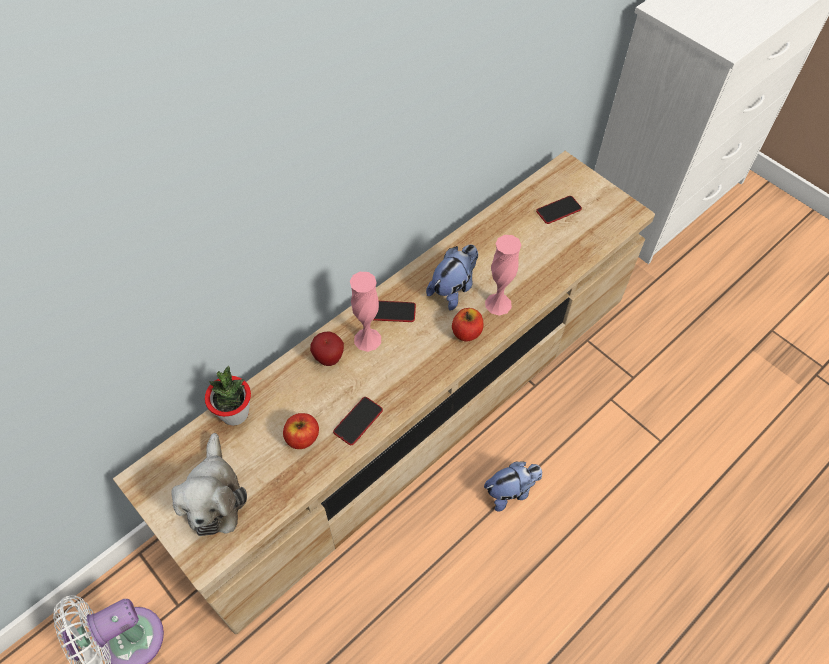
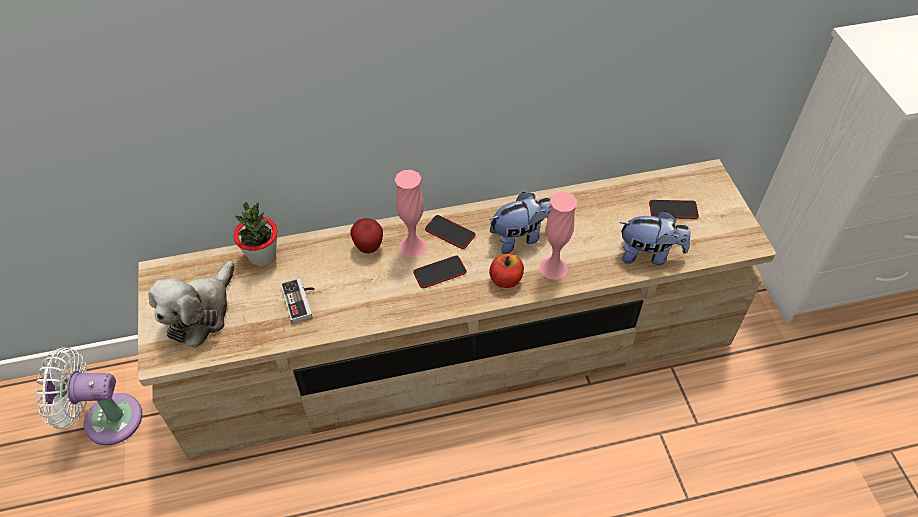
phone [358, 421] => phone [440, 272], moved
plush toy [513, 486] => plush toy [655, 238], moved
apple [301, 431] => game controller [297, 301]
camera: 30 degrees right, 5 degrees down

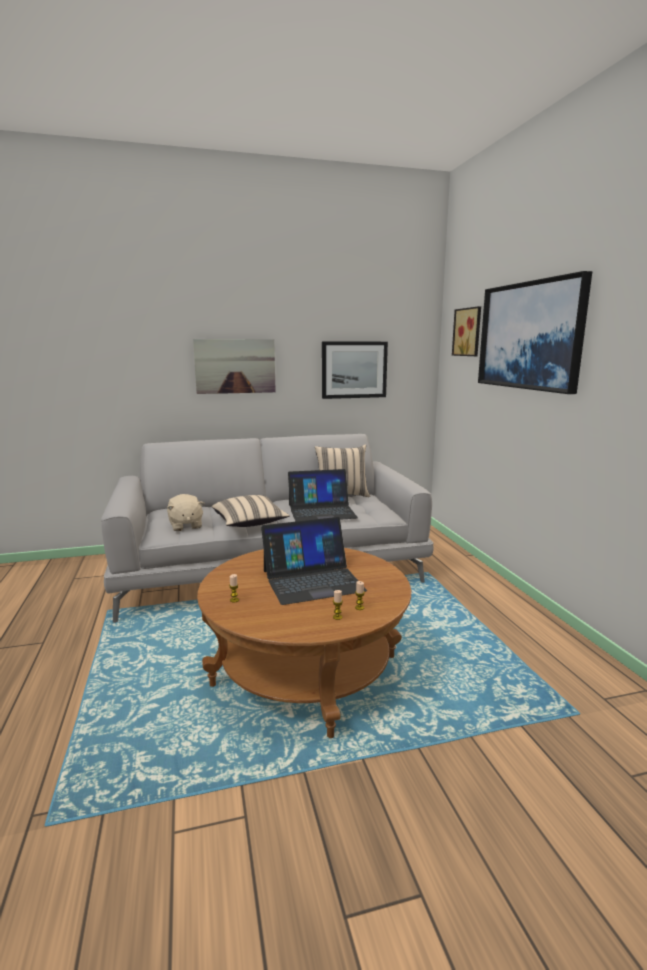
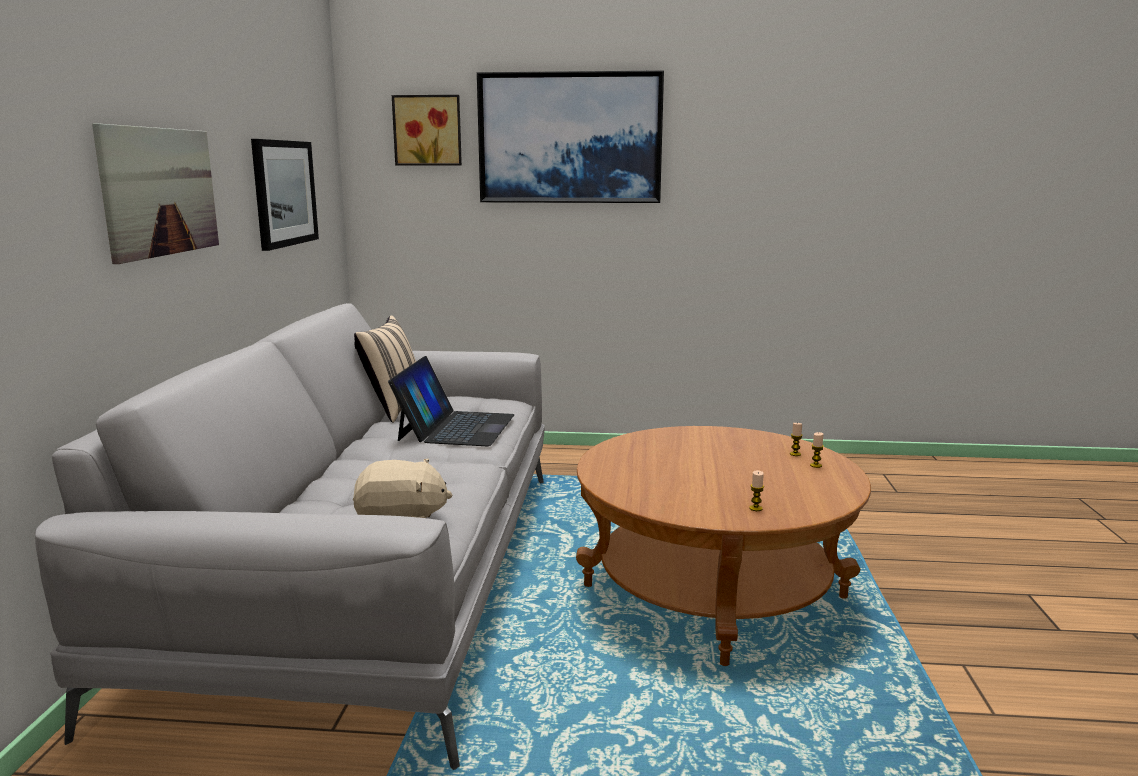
pillow (beige) [251, 511] => nothing
laptop [314, 561] => nothing
camera: 70 degrees left, 0 degrees up

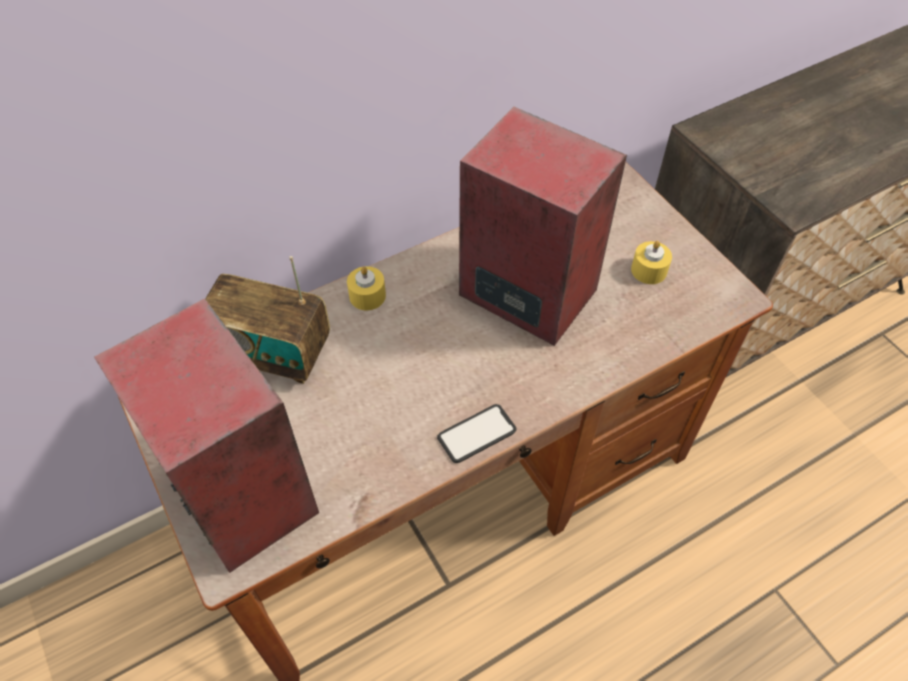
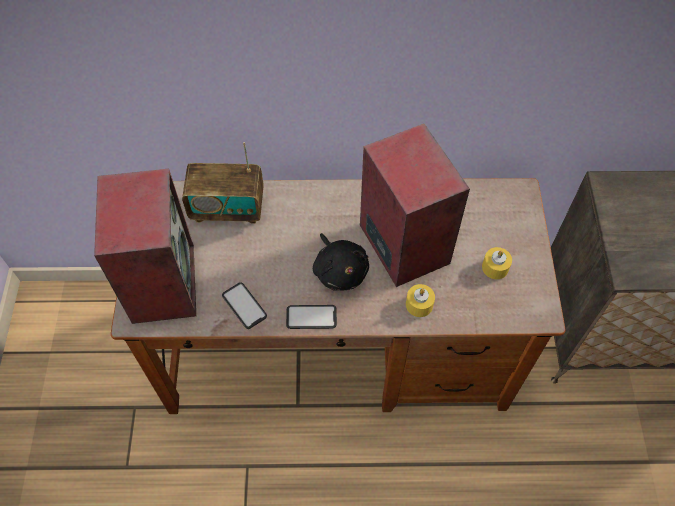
nothing => phone [244, 305]
nothing => plush toy (black) [341, 262]
candle (yellow) [366, 288] => candle (yellow) [420, 300], moved
radio [267, 320] => radio [223, 183], 45 degrees counterclockwise
camera: 30 degrees right, 5 degrees up

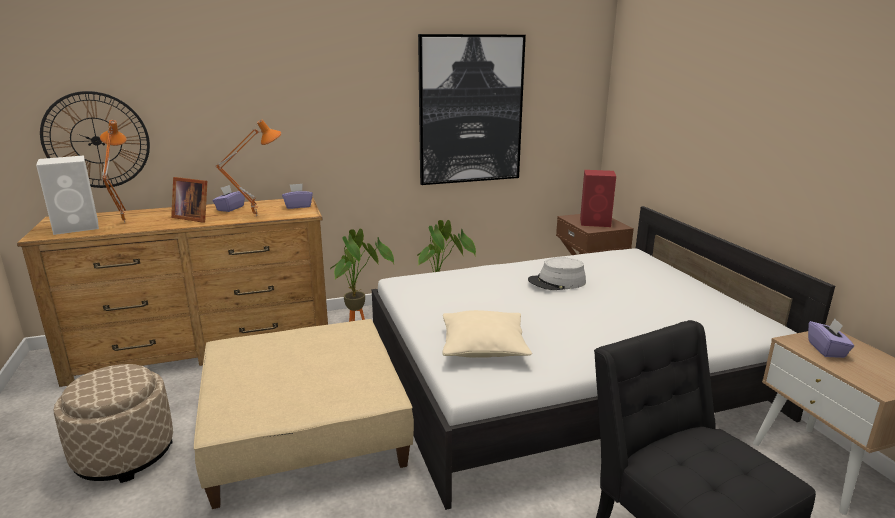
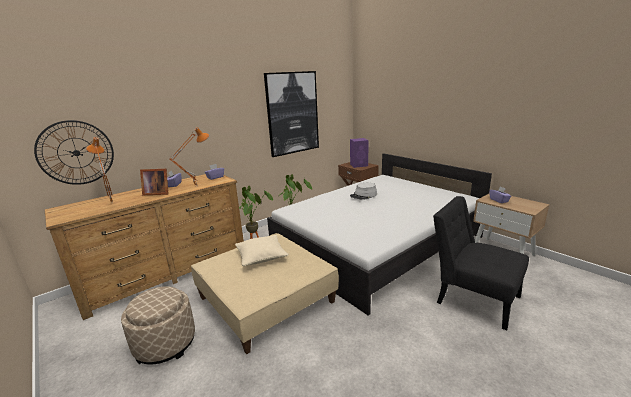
speaker (white) [67, 195] => nothing
pillow (beige) [487, 334] => pillow (beige) [262, 250], moved
speaker (red) [598, 198] => speaker (purple) [359, 153]
camera: 20 degrees left, 0 degrees up

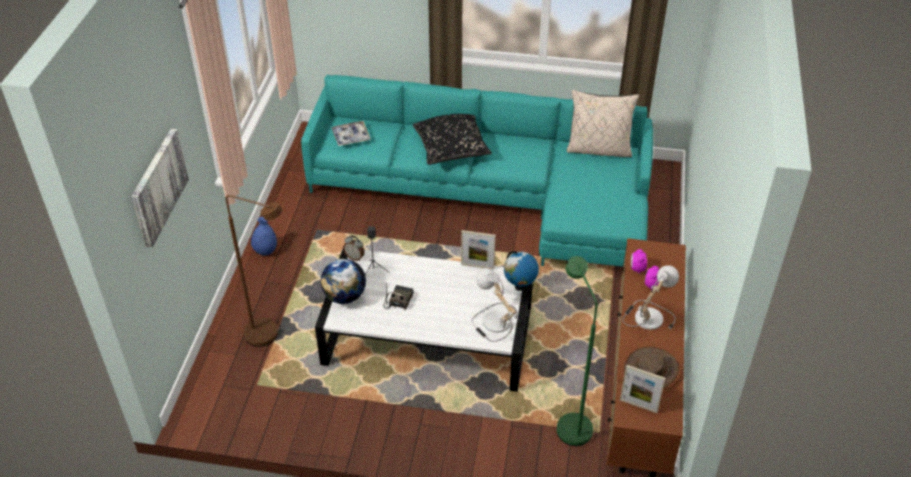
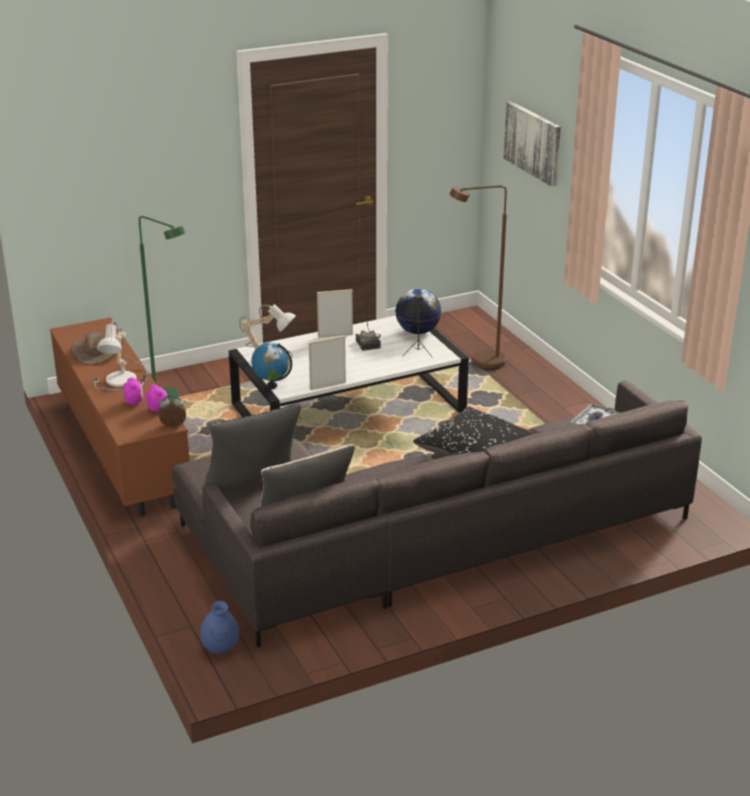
nothing => pillow (black) [252, 445]
vase (blue) [264, 236] => vase (blue) [220, 627], moved
alarm clock [354, 248] => alarm clock [172, 411], moved
picture frame [642, 389] => picture frame [335, 313], moved
sofa (turquoise) [477, 171] => sofa (grey) [437, 514]
camera: 145 degrees right, 15 degrees down

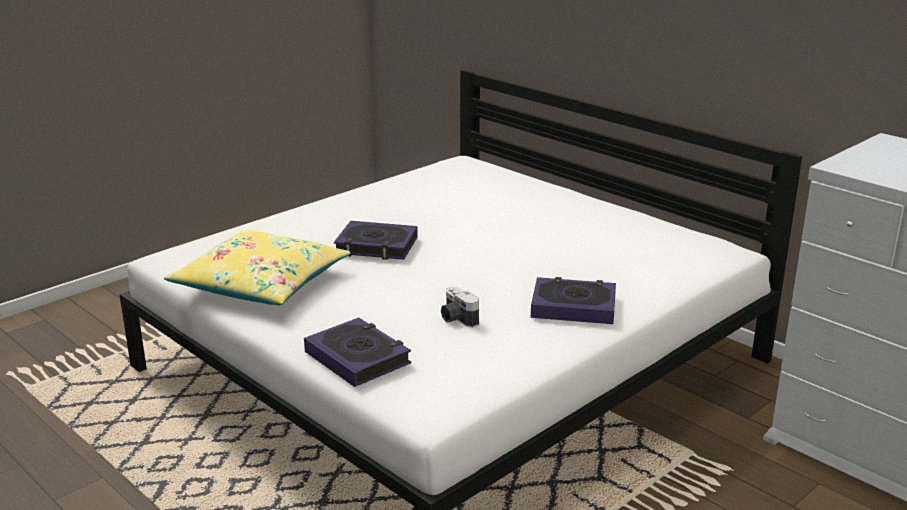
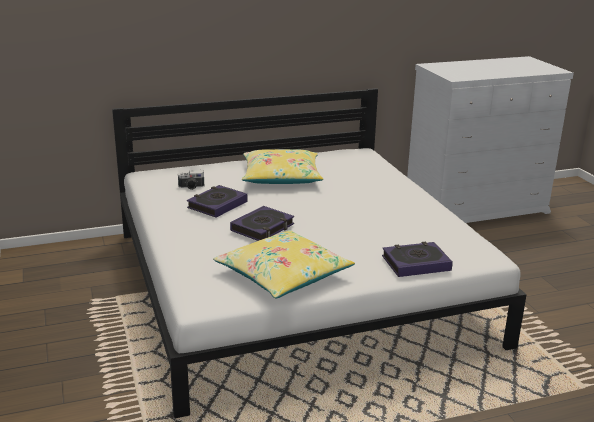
nothing => pillow (yellow) [282, 166]
photo camera [460, 307] => photo camera [191, 180], moved
book [573, 300] => book [217, 201], moved
camera: 65 degrees left, 0 degrees up

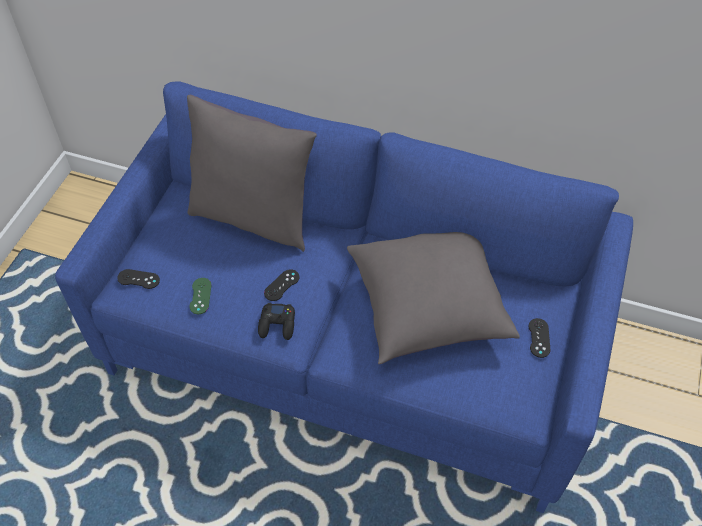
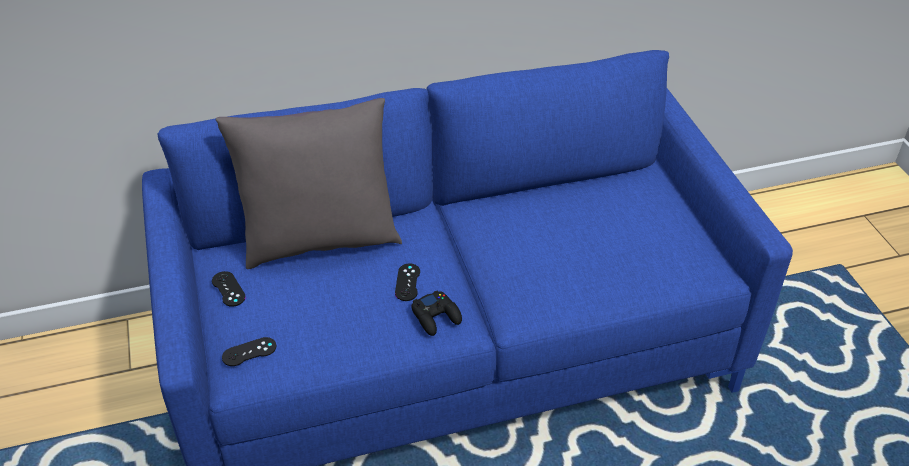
game controller (green) [200, 296] => nothing
pillow (grey) [433, 298] => nothing
game controller (black) [539, 338] => game controller (black) [229, 289], moved
camera: 35 degrees left, 10 degrees down

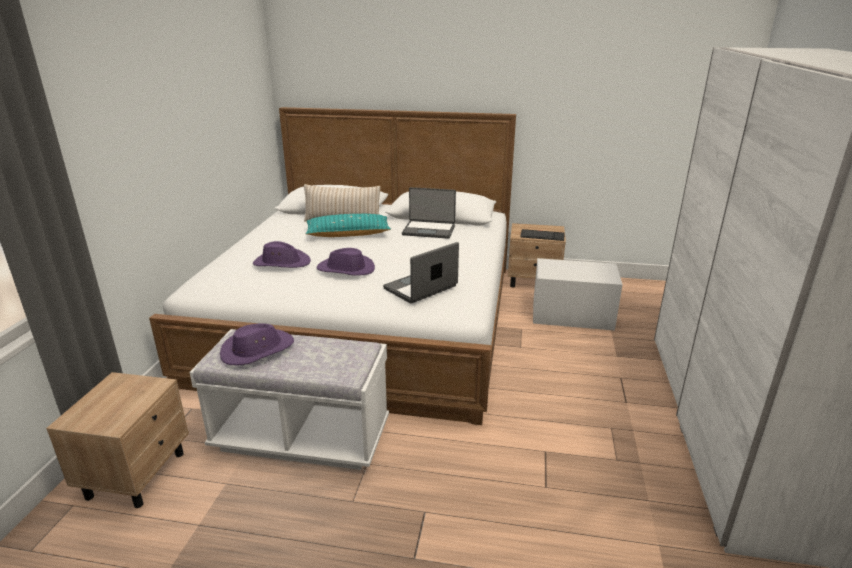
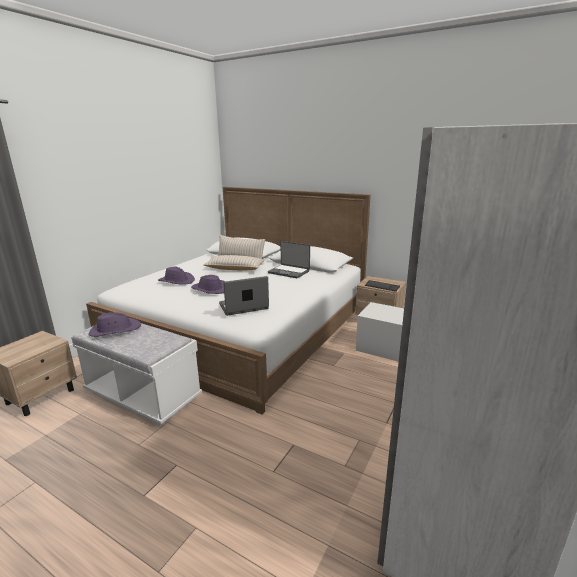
pillow (turquoise) [348, 225] => pillow (beige) [234, 263]
camera: 20 degrees right, 5 degrees down

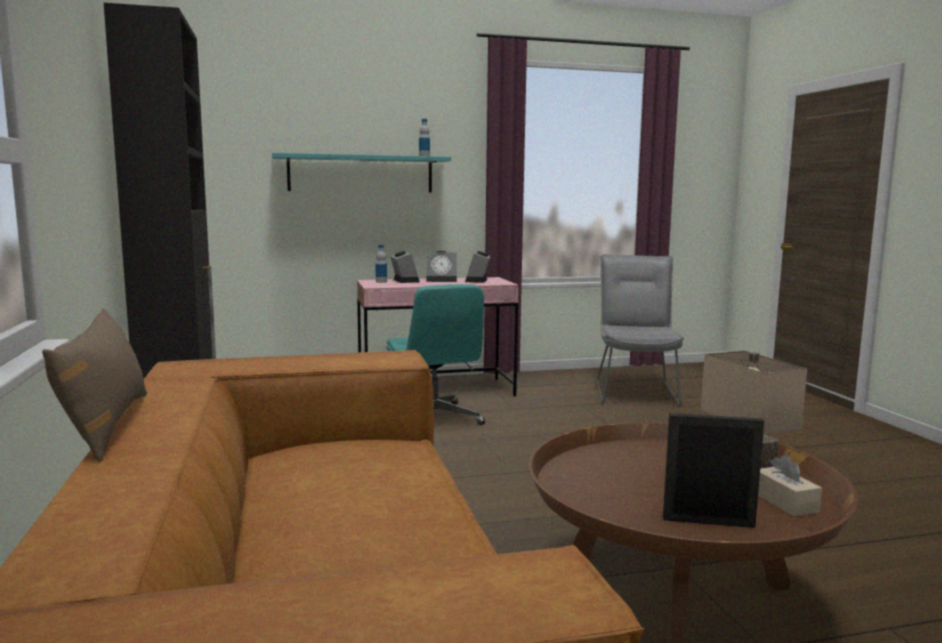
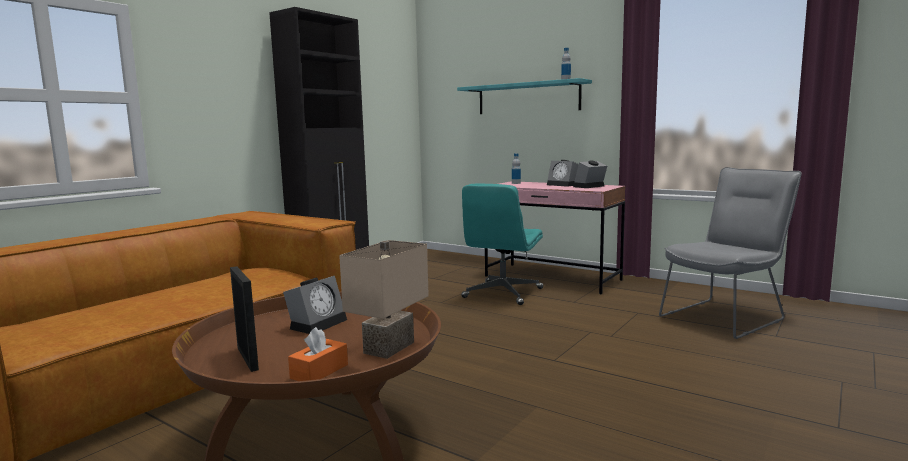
pillow (brown) [94, 385] => nothing
alarm clock [405, 267] => alarm clock [315, 305], moved
tissue box (beige) [790, 485] => tissue box (orange) [318, 354]
camera: 50 degrees right, 0 degrees up

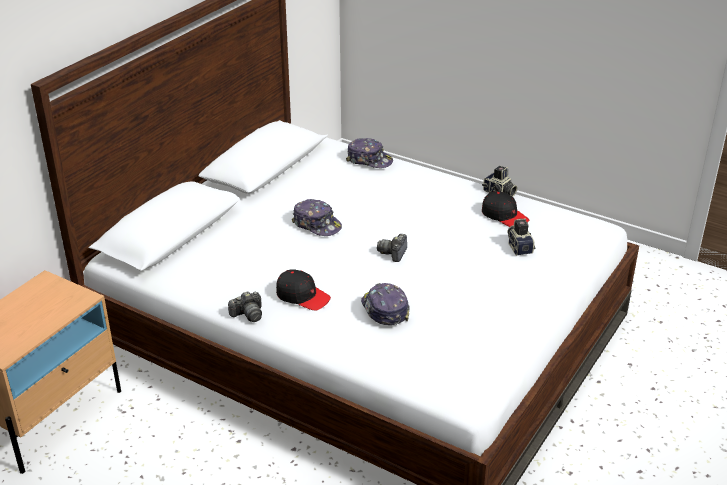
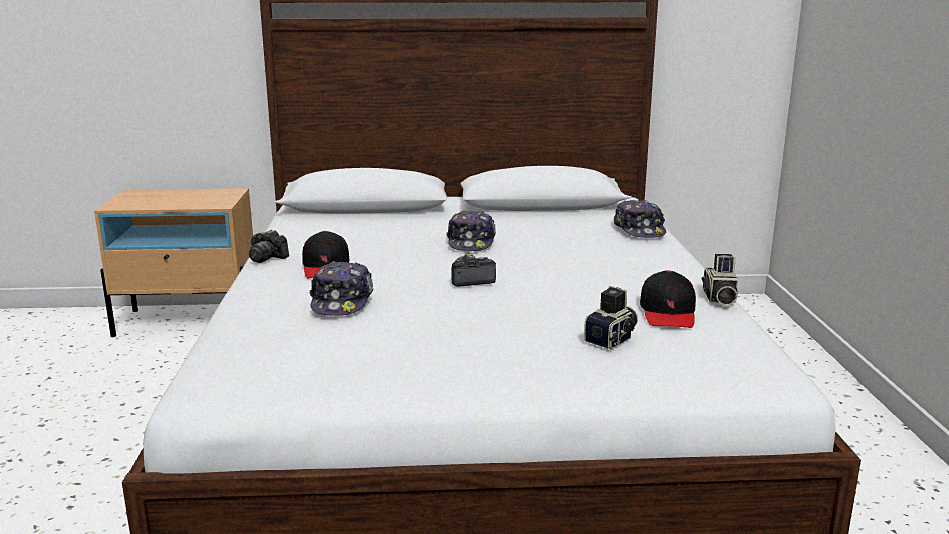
cap [385, 304] => cap [342, 288], 150 degrees clockwise
camera: 55 degrees right, 15 degrees down

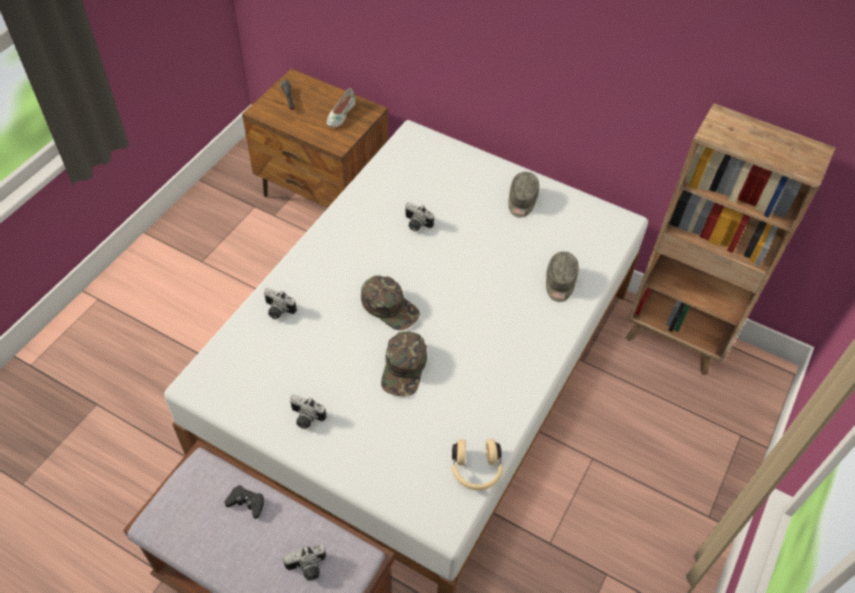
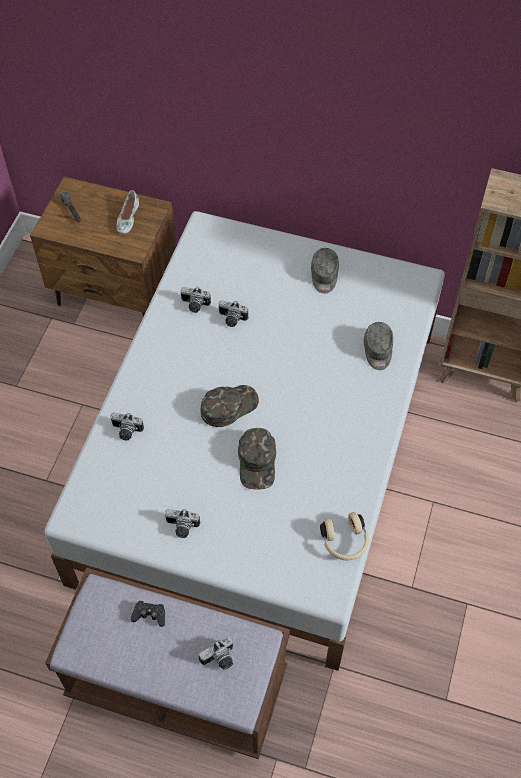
nothing => photo camera [196, 300]
cap (green) [390, 302] => cap (green) [230, 406], 60 degrees counterclockwise
camera: 10 degrees left, 5 degrees up

